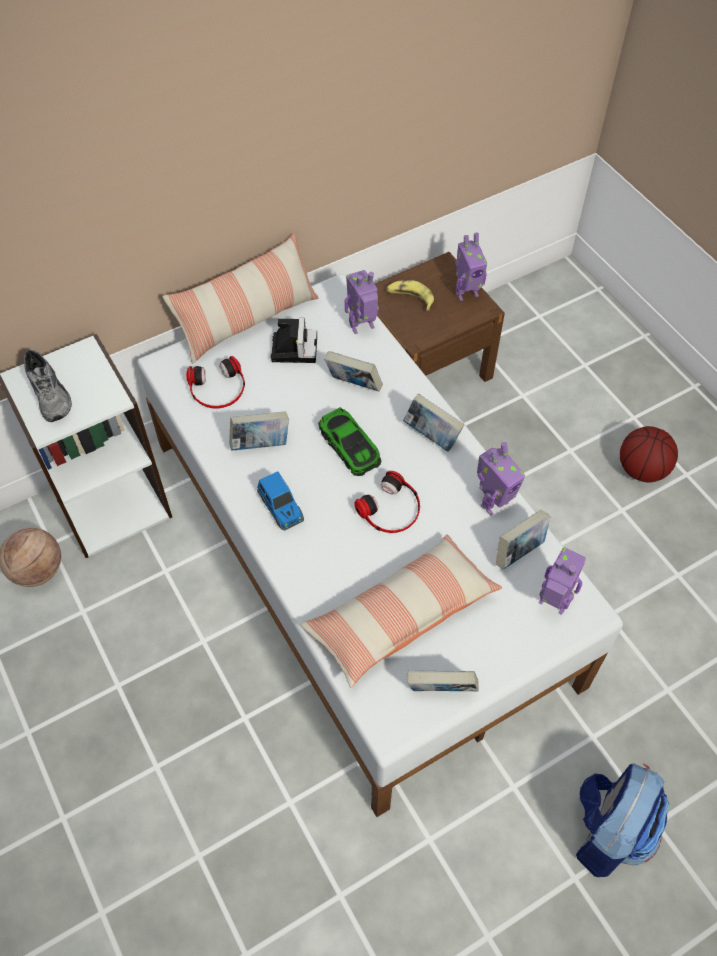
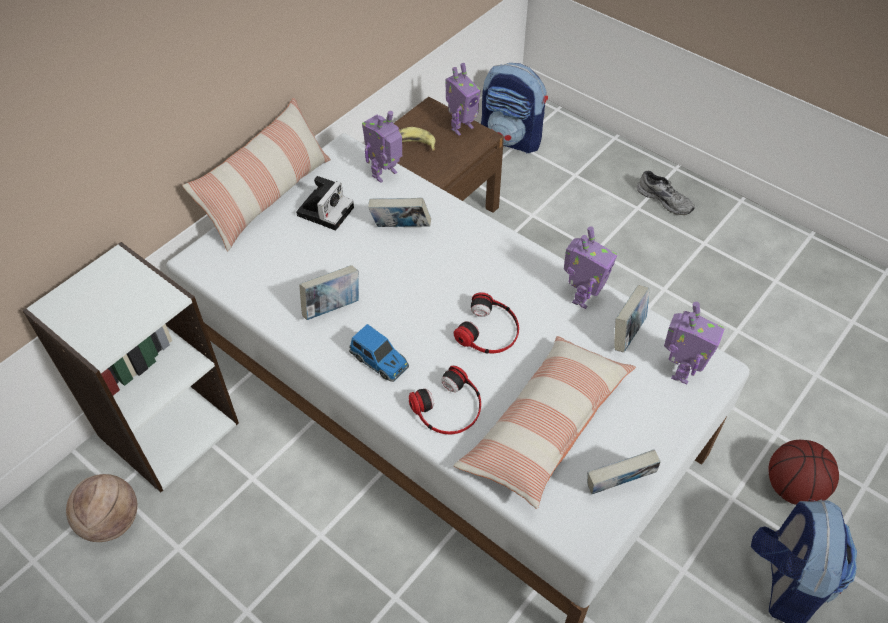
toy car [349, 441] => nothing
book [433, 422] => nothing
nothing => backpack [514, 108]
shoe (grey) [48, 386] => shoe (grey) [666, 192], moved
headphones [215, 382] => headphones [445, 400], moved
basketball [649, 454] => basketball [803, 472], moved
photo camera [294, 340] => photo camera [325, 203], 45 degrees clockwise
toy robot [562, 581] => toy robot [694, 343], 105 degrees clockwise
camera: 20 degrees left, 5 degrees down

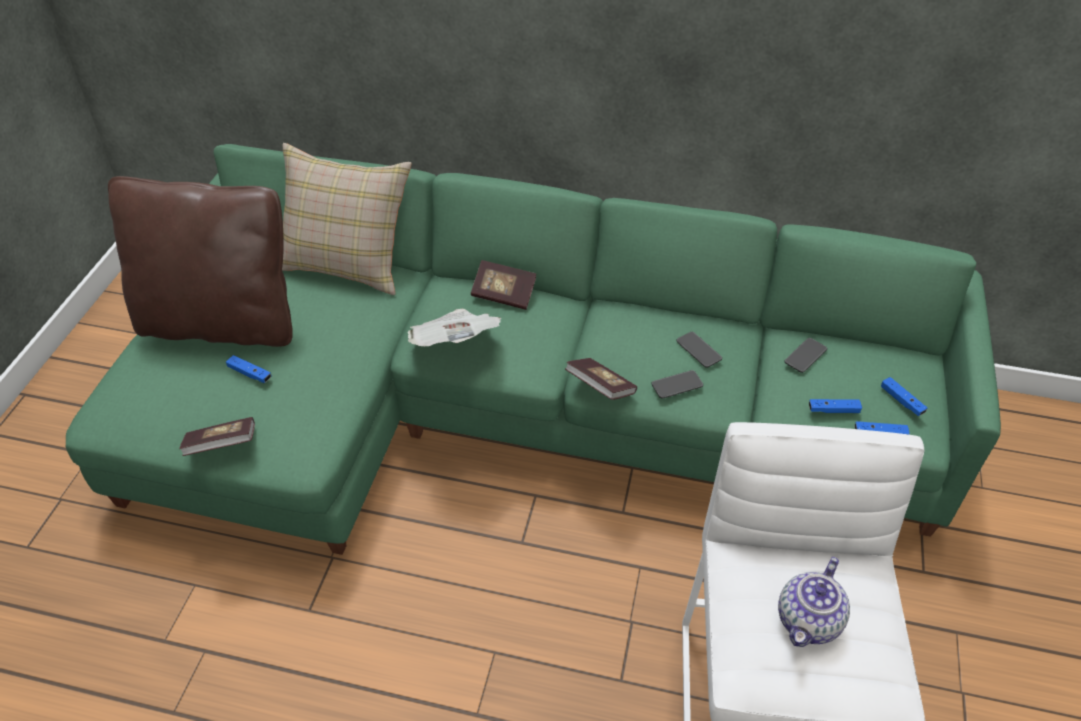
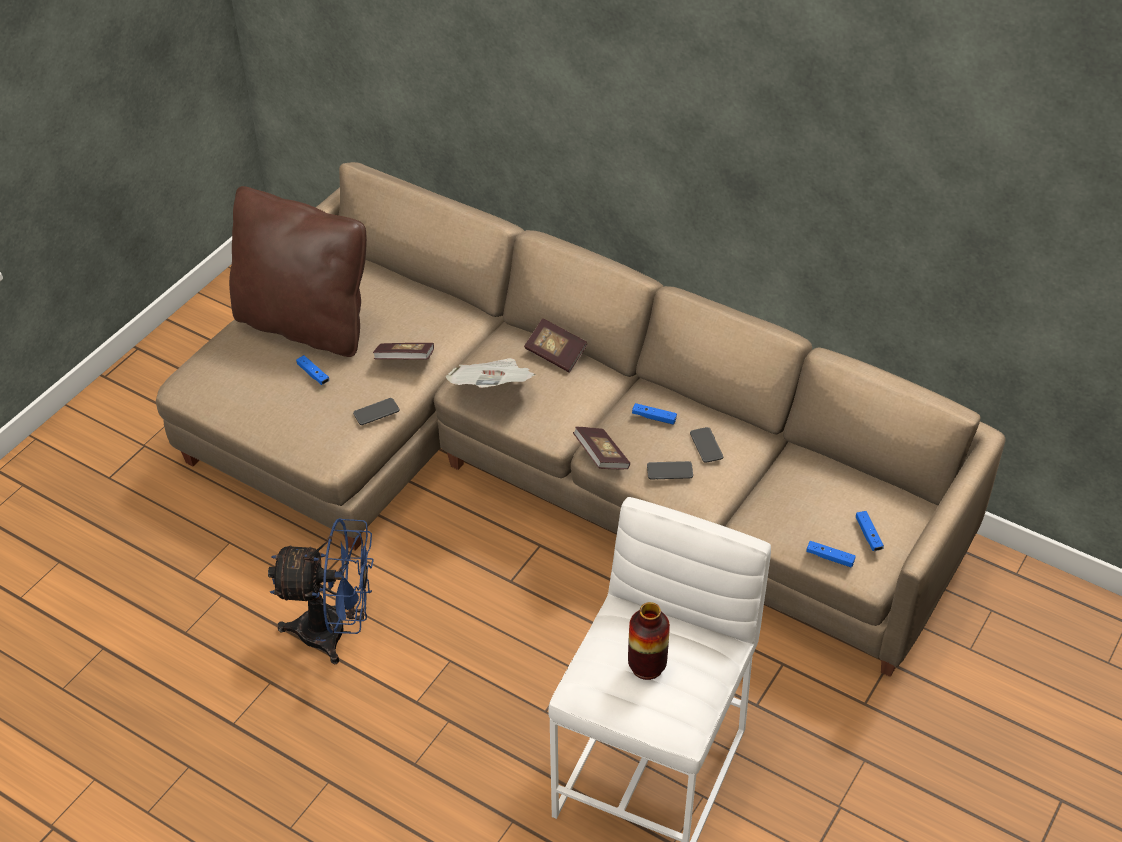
pillow (beige) [347, 219] => nothing
nothing => fan (blue) [321, 591]
book [217, 436] => book [403, 351], moved
phone [805, 355] => phone [376, 411], moved
game controller (blue) [835, 406] => game controller (blue) [654, 414], moved
teapot [814, 602] => vase [649, 641]
sofa (green) [533, 349] => sofa (beige) [581, 419]
camera: 20 degrees right, 0 degrees up

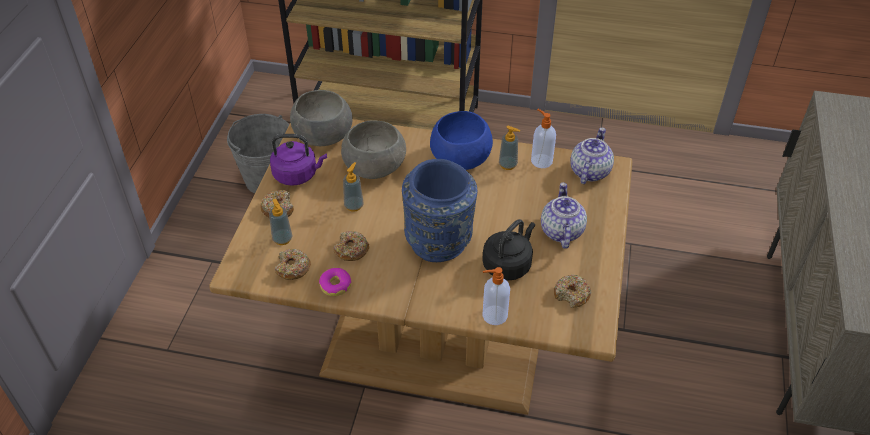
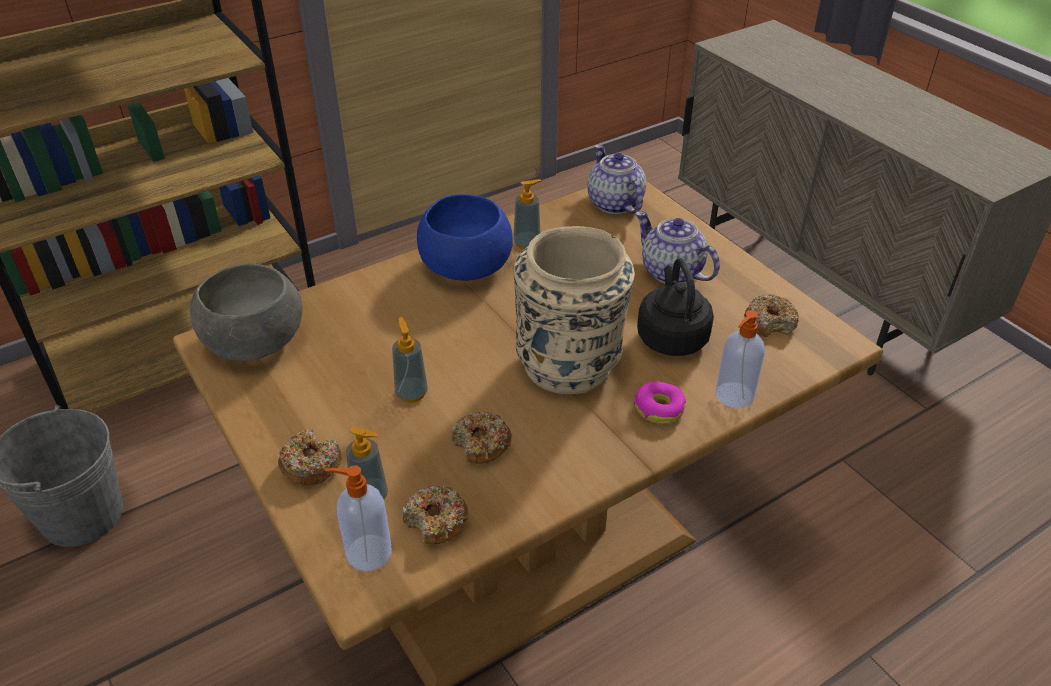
kettle (purple) [298, 160] => nothing
bowl (grey) [373, 149] => nothing
donut [335, 282] => donut [660, 402], moved
soap dispenser [543, 138] => soap dispenser [358, 518], moved
vase (blue) [439, 210] => vase (beige) [574, 310]
camera: 45 degrees left, 5 degrees down

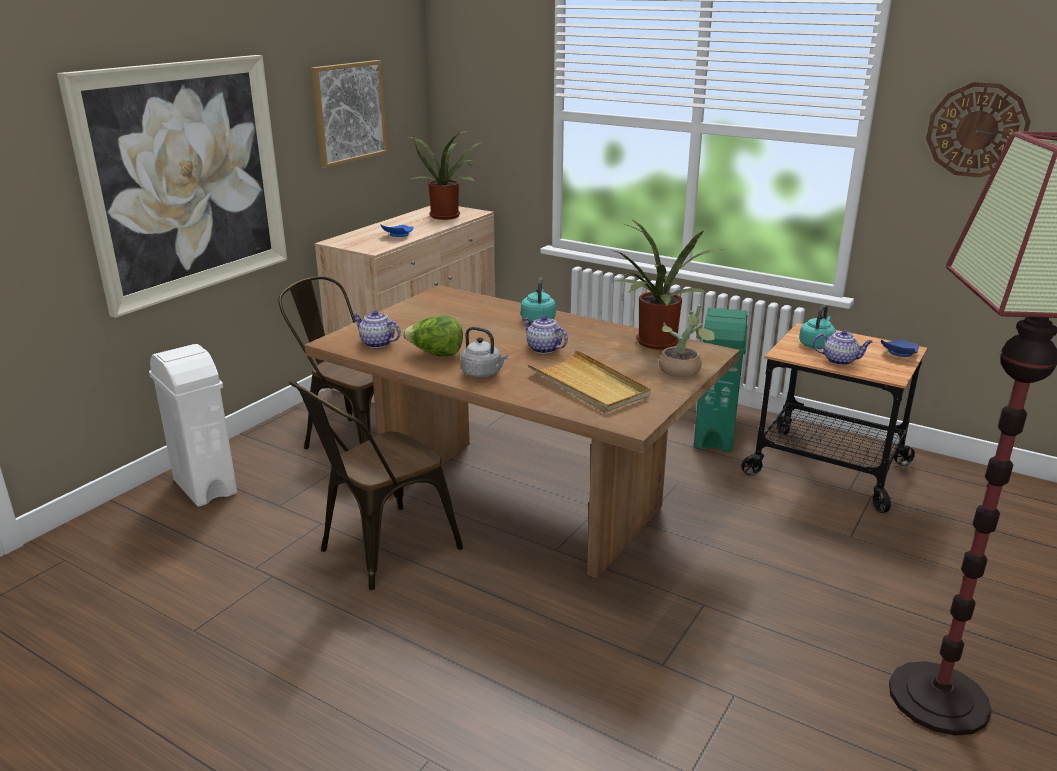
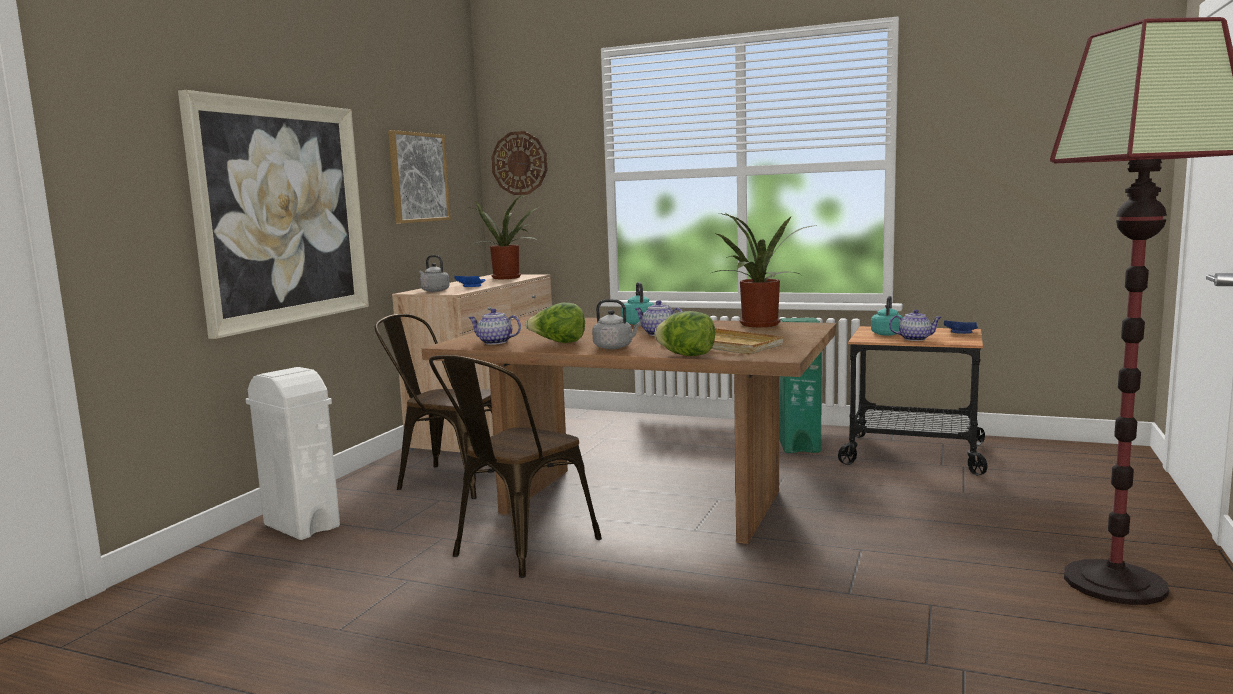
potted plant [687, 340] => nothing
nothing => kettle (grey) [434, 273]
nothing => lettuce [685, 333]
wall clock [978, 130] => wall clock [519, 163], moved
camera: 10 degrees left, 15 degrees down

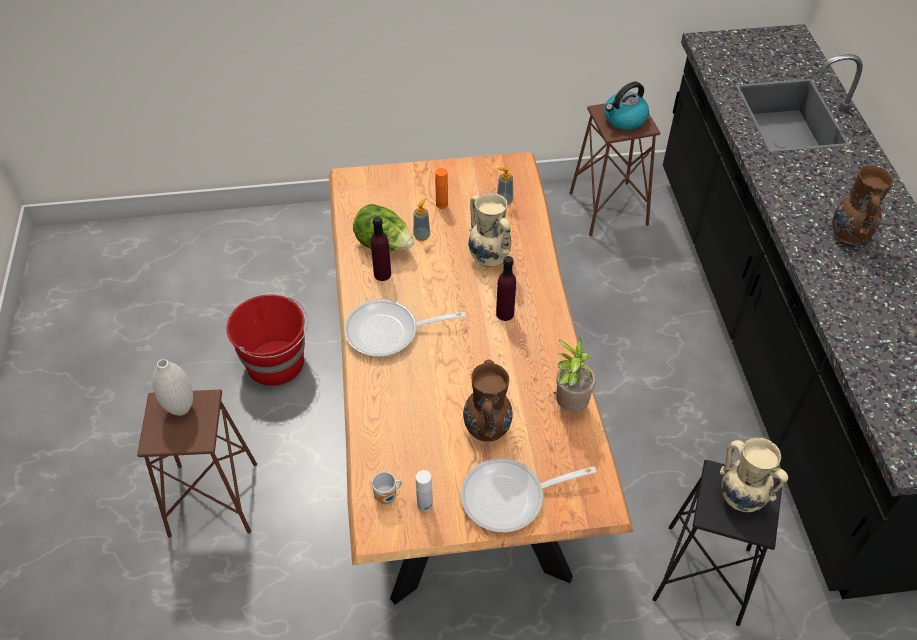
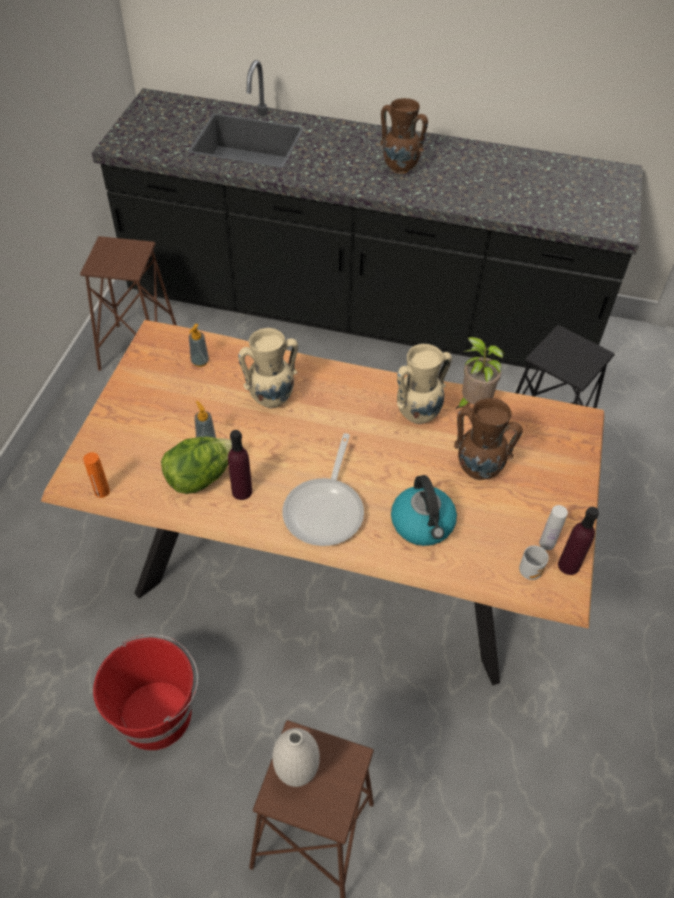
frying pan [529, 495] => nothing
bottle (orange) [441, 188] => bottle (orange) [96, 475], moved
bottle (purple) [506, 288] => bottle (purple) [578, 541], moved
kettle [626, 105] => kettle [424, 510], moved
vase (beige) [754, 475] => vase (beige) [424, 384], moved
camera: 70 degrees left, 0 degrees up

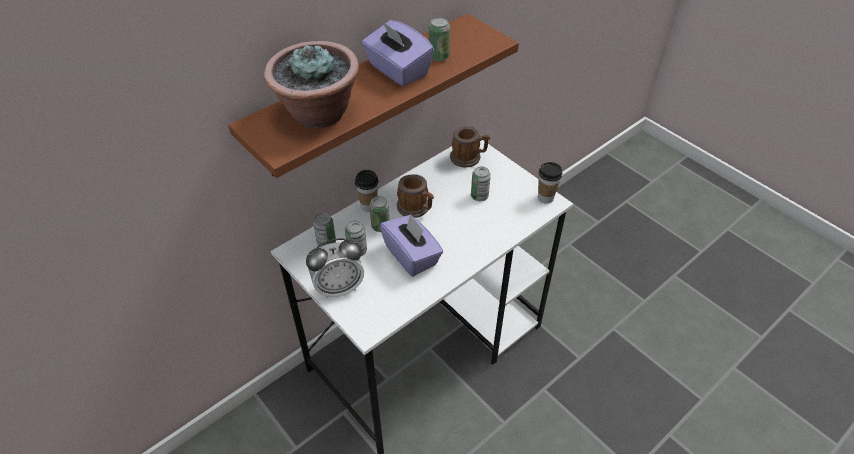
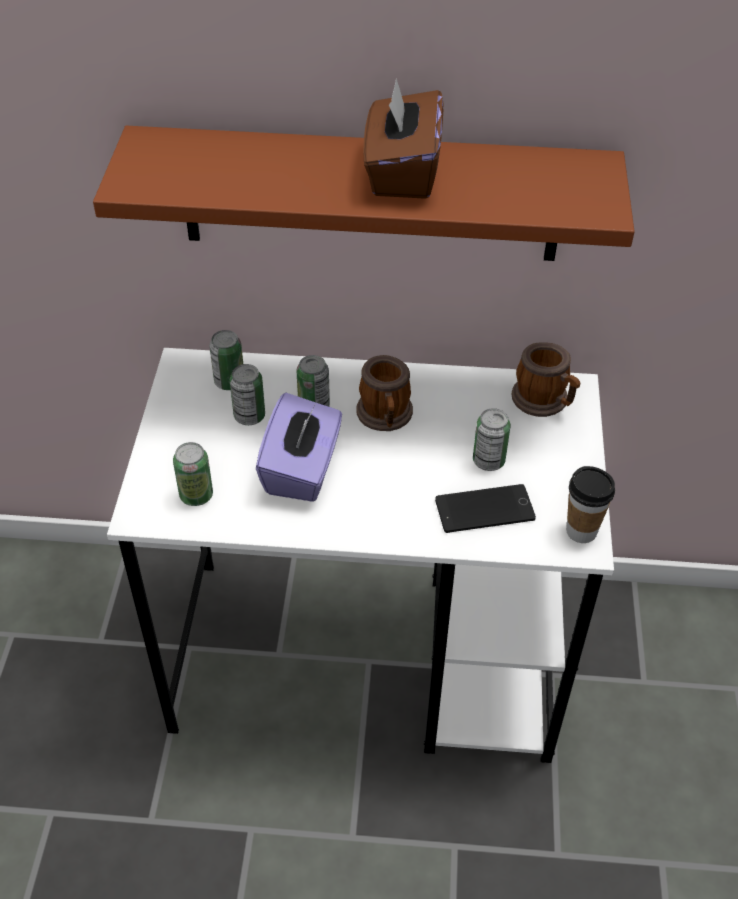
potted plant [311, 84] => nothing
alarm clock [335, 268] => nothing
cup [367, 191] => nothing
nothing => phone [485, 508]
can [439, 39] => can [193, 474], moved
tissue box (purple) [398, 53] => tissue box (brown) [403, 138]
camera: 45 degrees right, 0 degrees up

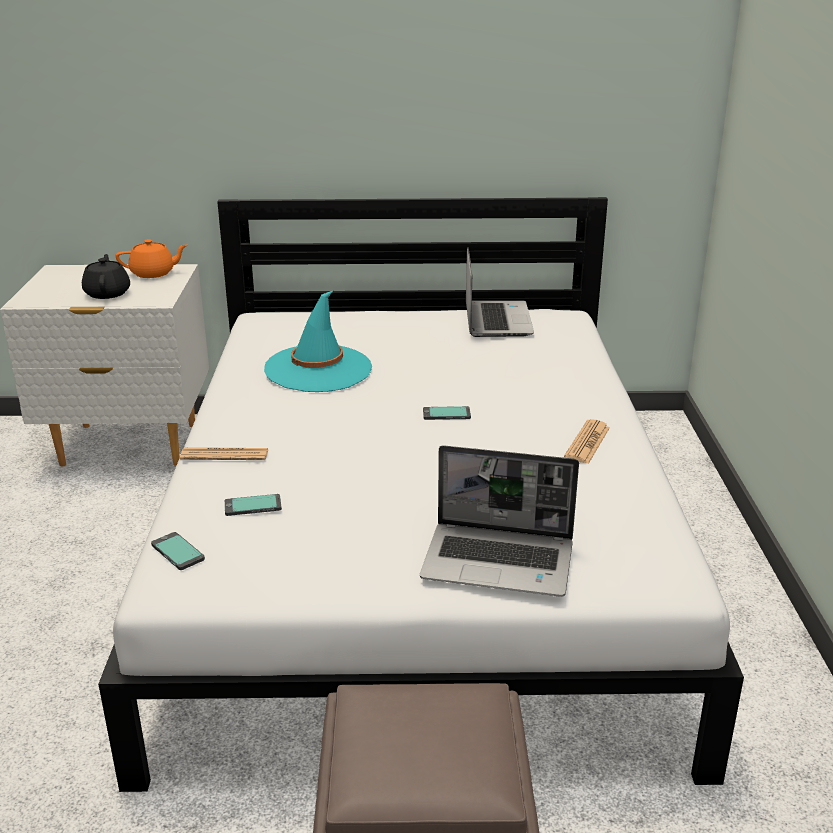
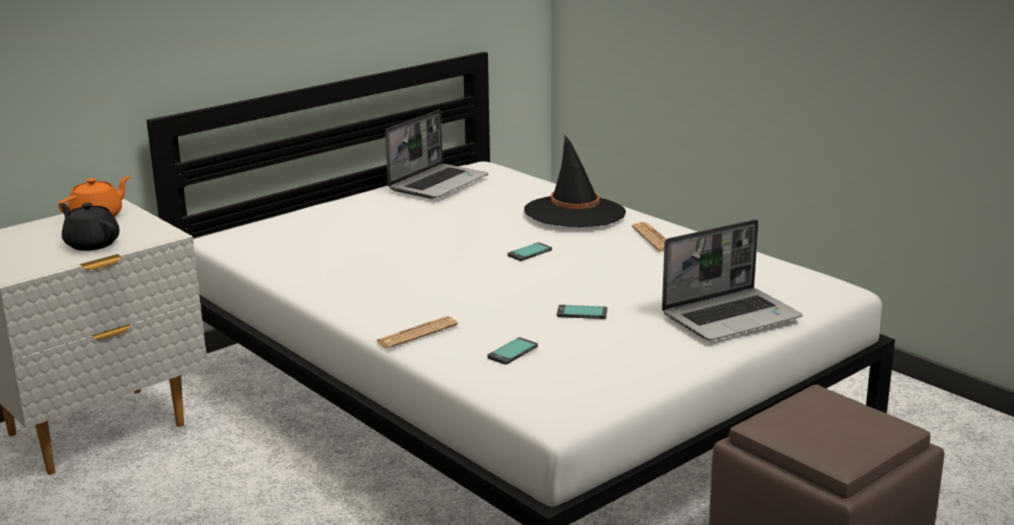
hat (turquoise) [318, 341] => nothing
nothing => hat (black) [575, 181]
phone [178, 551] => phone [582, 312], moved
laptop [500, 292] => laptop [436, 154], 75 degrees clockwise
camera: 40 degrees left, 5 degrees down

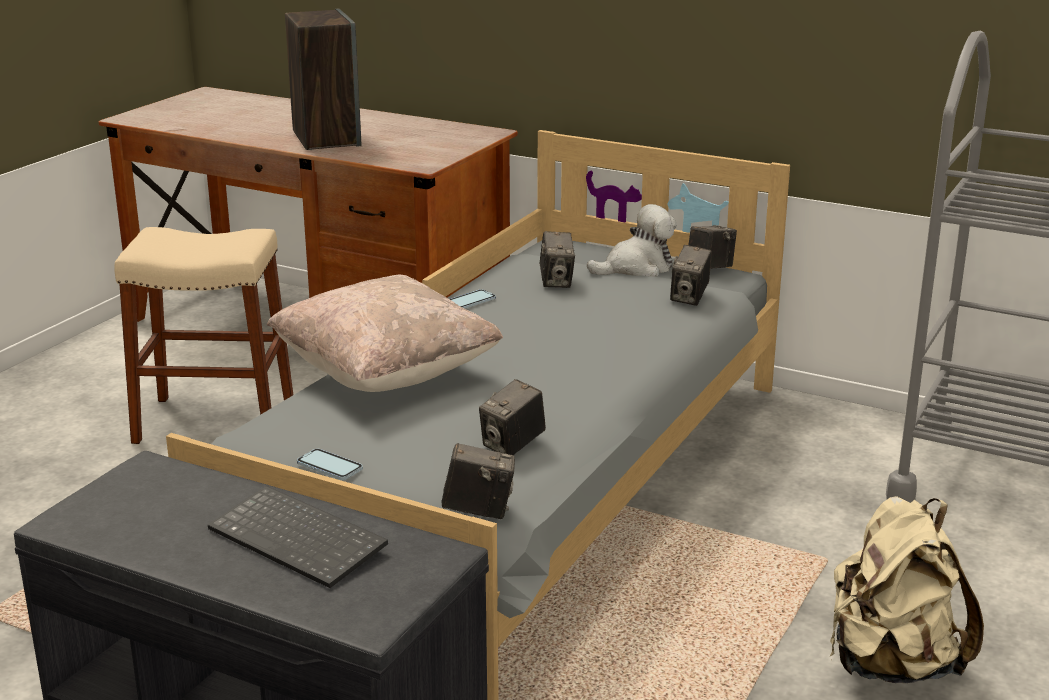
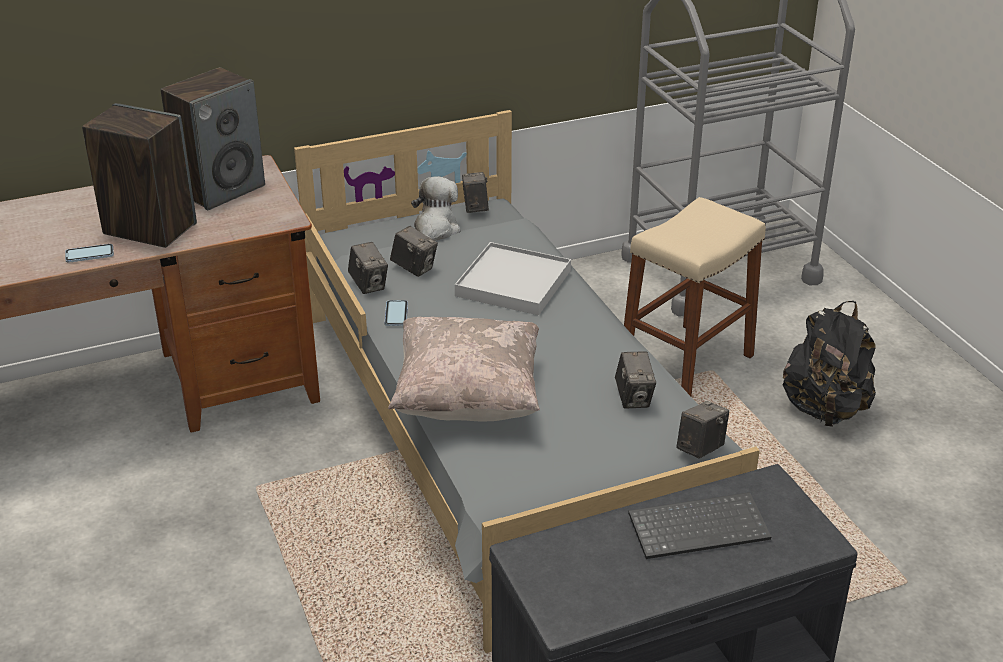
nothing => speaker [213, 138]
nothing => tray (white) [513, 278]
stool (beige) [203, 335] => stool (beige) [695, 296], moved
phone [330, 464] => phone [89, 253], moved
photo camera [691, 275] => photo camera [368, 268], moved
backpack (beige) [907, 589] => backpack (black) [829, 364]
camera: 50 degrees left, 10 degrees up

